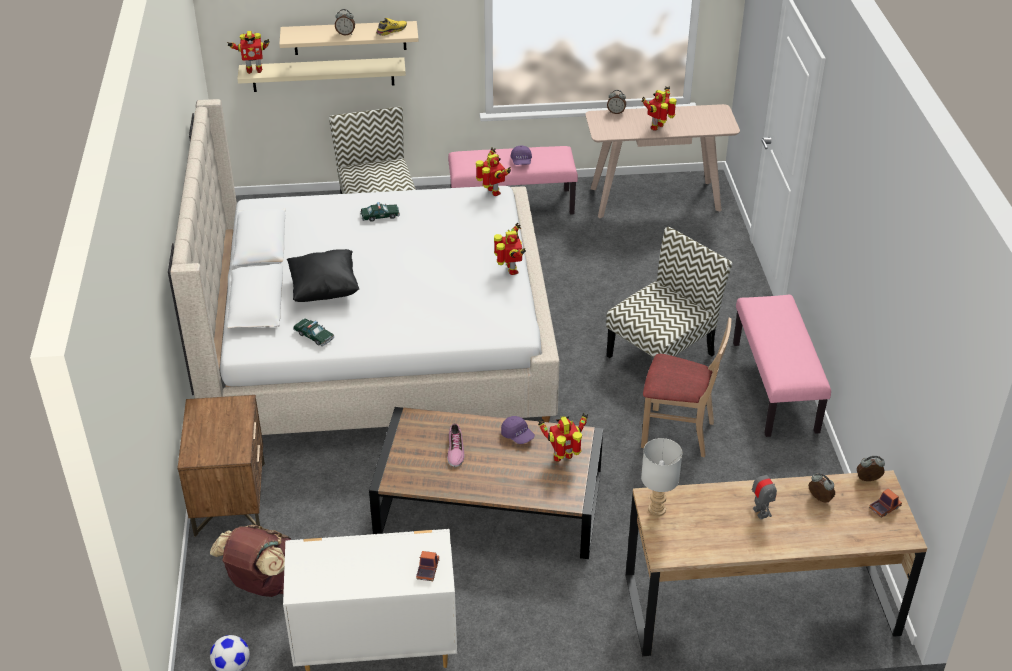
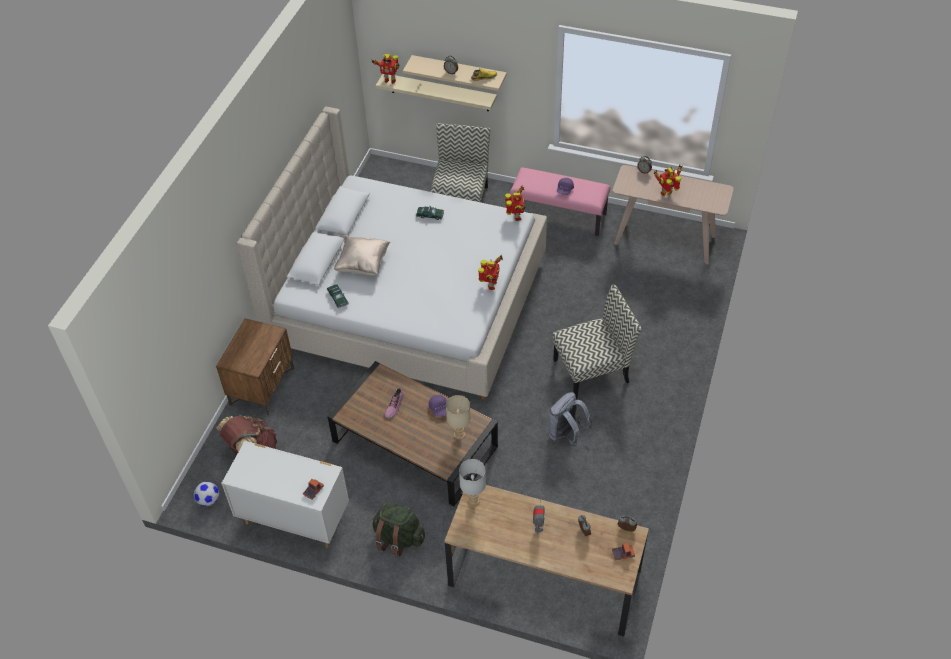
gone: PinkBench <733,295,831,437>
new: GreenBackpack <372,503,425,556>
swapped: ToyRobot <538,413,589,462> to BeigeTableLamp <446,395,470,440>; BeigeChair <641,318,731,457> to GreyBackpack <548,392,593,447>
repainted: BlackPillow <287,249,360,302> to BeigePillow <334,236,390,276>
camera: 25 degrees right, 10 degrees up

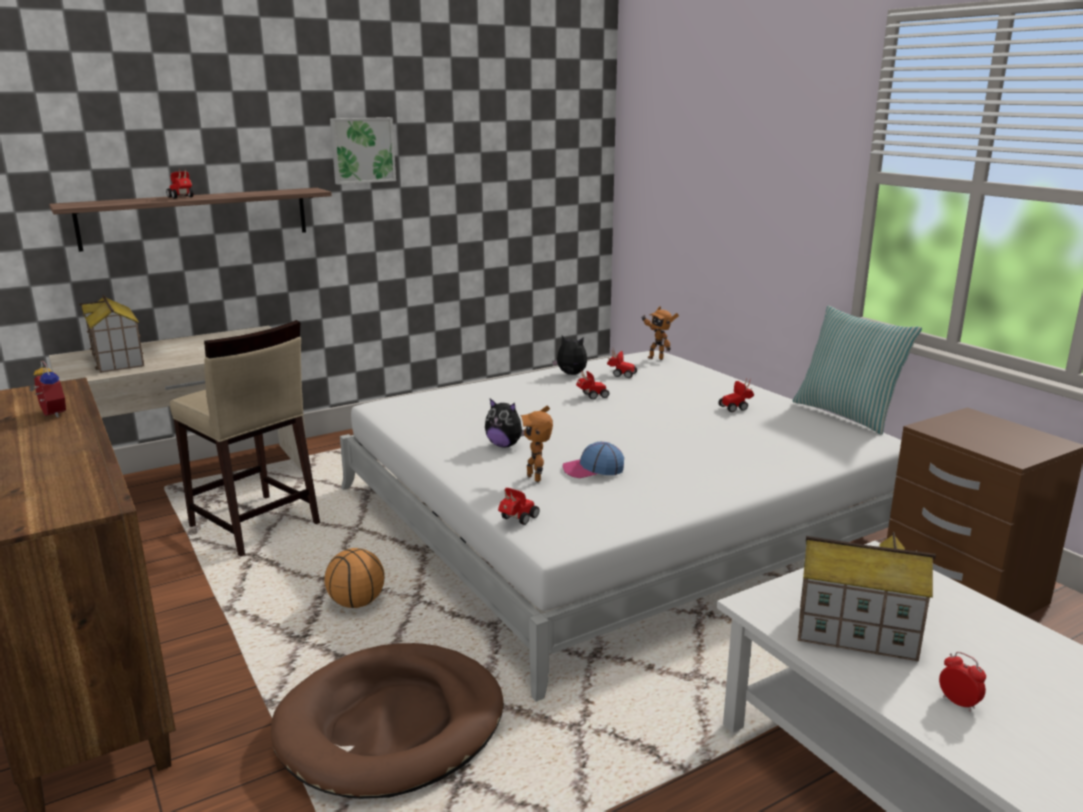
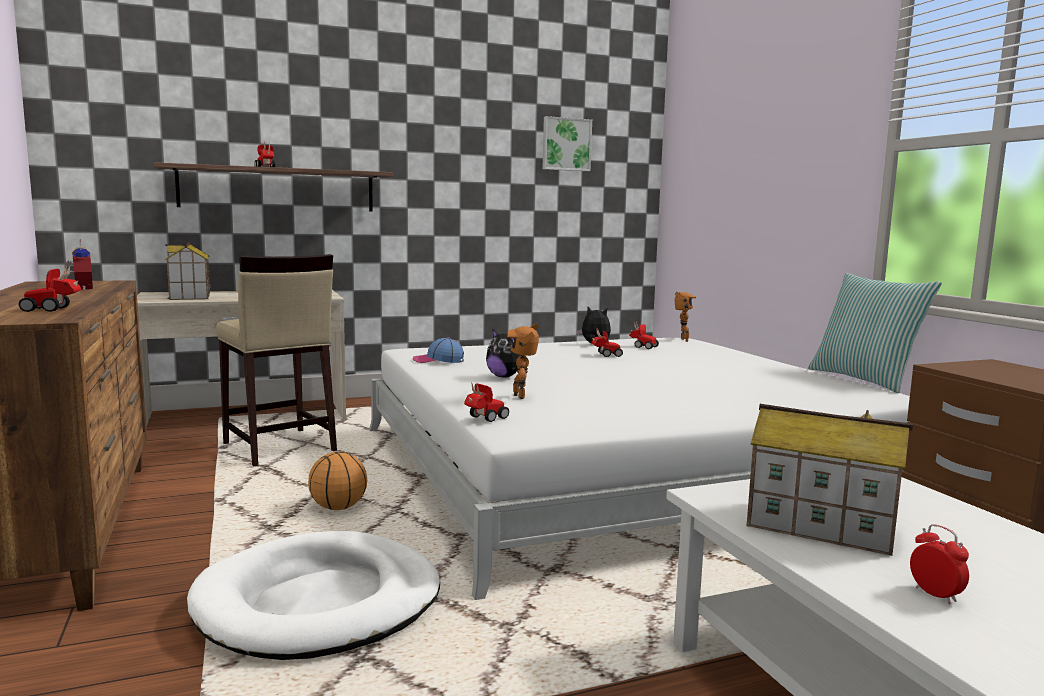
shifted: Picture <330,117,396,185> to <543,116,592,171>; Cap <563,442,624,478> to <413,337,464,363>; ToyCar <718,379,754,412> to <18,263,81,312>
repainted: BrownDogBed <271,643,504,799> to WhiteDogBed <187,531,440,660>
rotated: ToyRobot <641,306,679,360> = <675,292,696,342> 135 degrees counterclockwise
camera: 10 degrees right, 10 degrees down

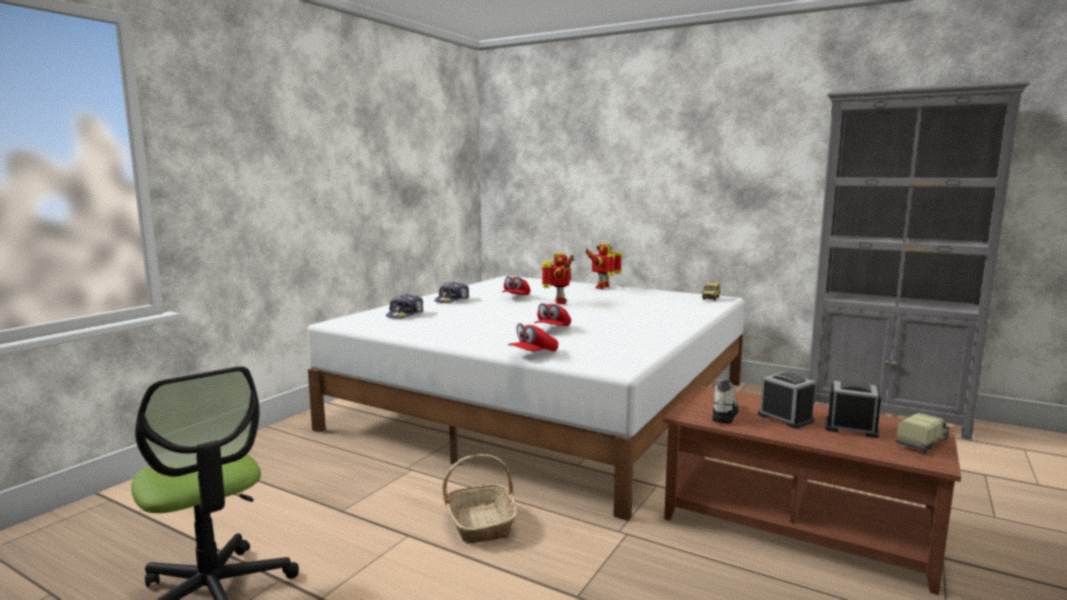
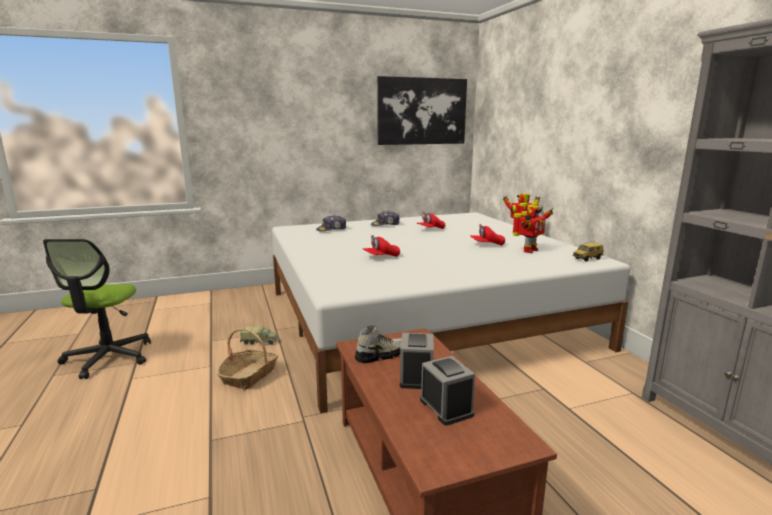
new: Picture <377,76,467,145>
shifted: RedCap <508,323,558,352> to <470,224,505,246>; ToyRobot <542,253,575,304> to <512,205,553,253>; ToyTruck <896,413,950,452> to <240,326,278,345>
camera: 40 degrees right, 5 degrees up

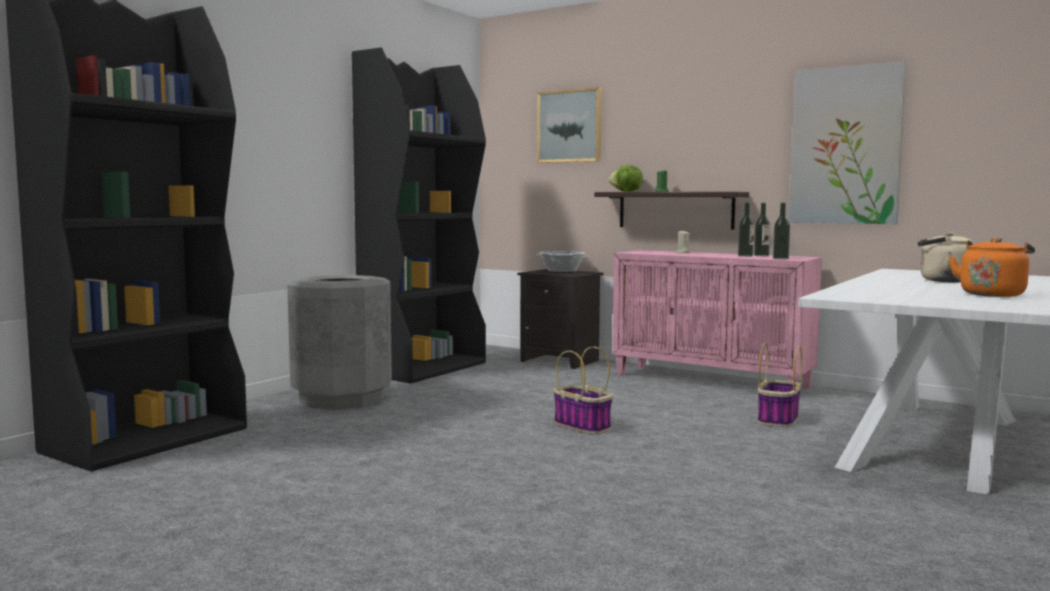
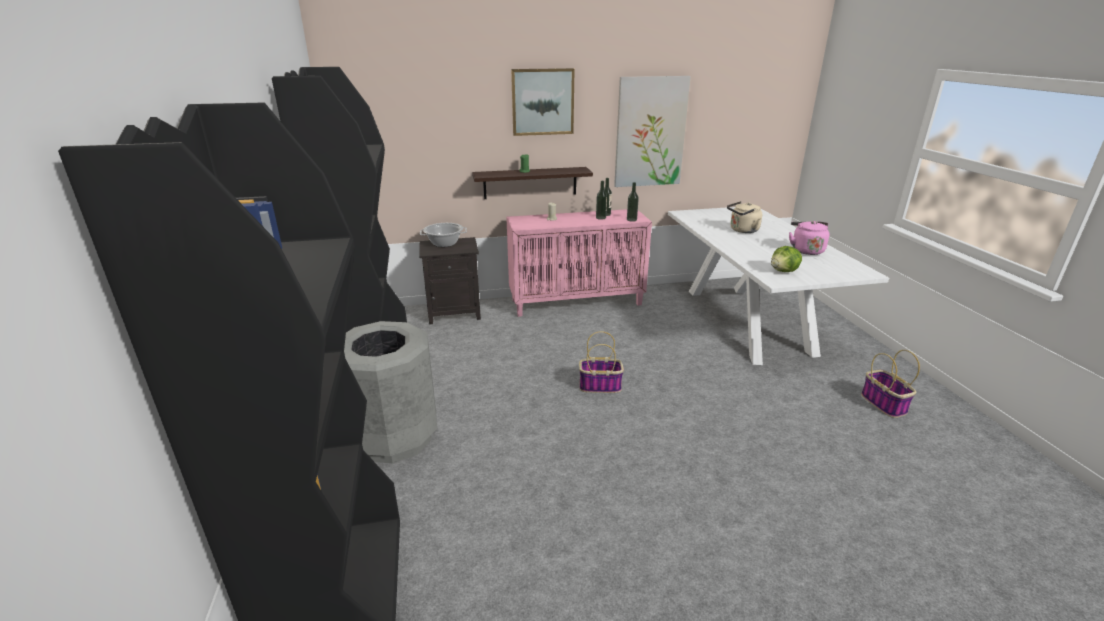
shifted: Picture <537,87,602,163> to <511,68,575,136>; Lettuce <608,165,643,192> to <771,246,802,272>; Basket <758,343,802,427> to <861,350,920,418>
repainted: OrangeKettle <949,238,1035,297> to PinkKettle <789,221,829,255>
camera: 45 degrees left, 20 degrees up

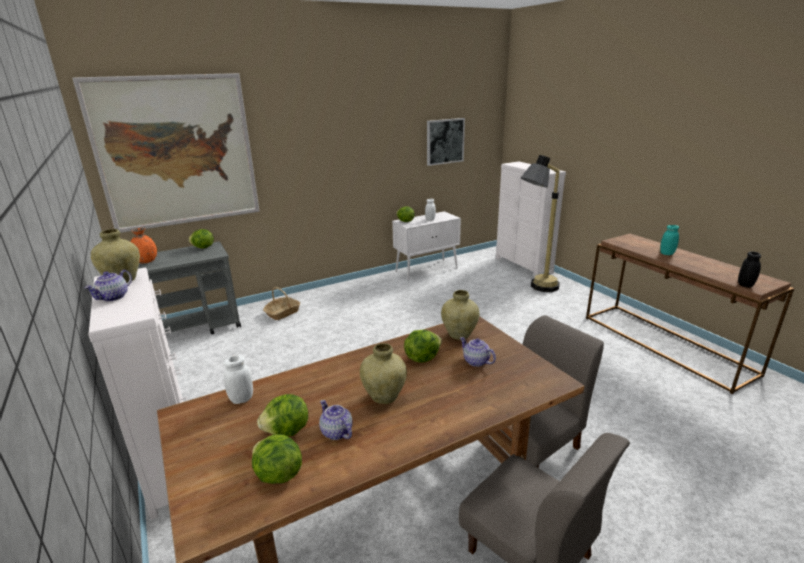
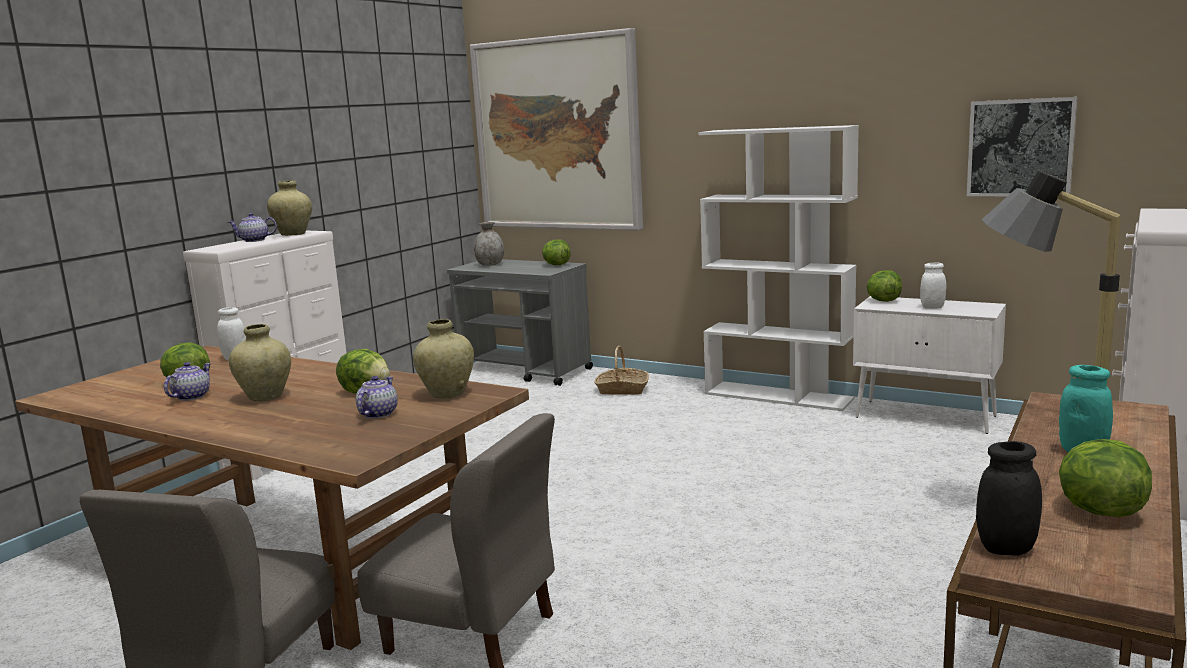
new: WhiteBookcase <698,125,859,411>
shifted: Lettuce <252,434,302,484> to <1059,439,1152,517>
repainted: OrangeVase <131,228,157,263> to GreyVase <474,222,504,266>
camera: 60 degrees right, 10 degrees down

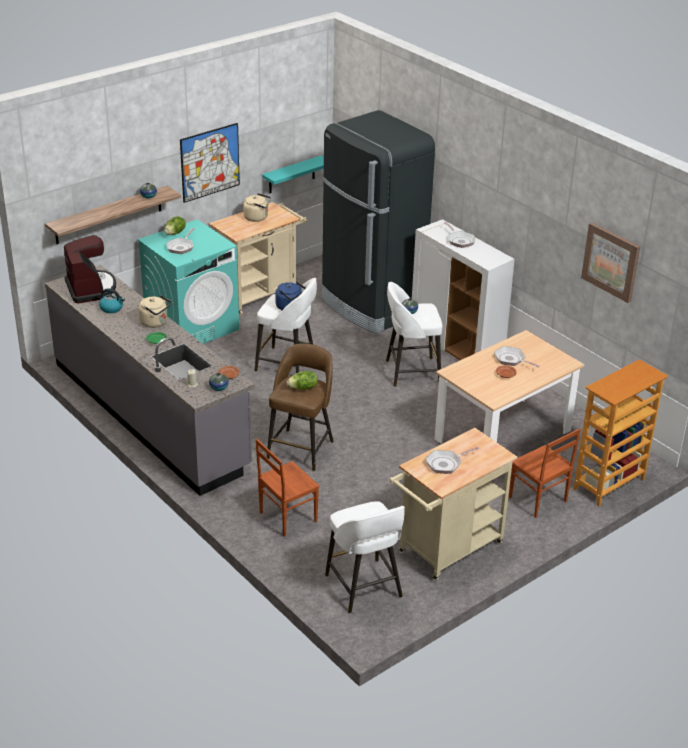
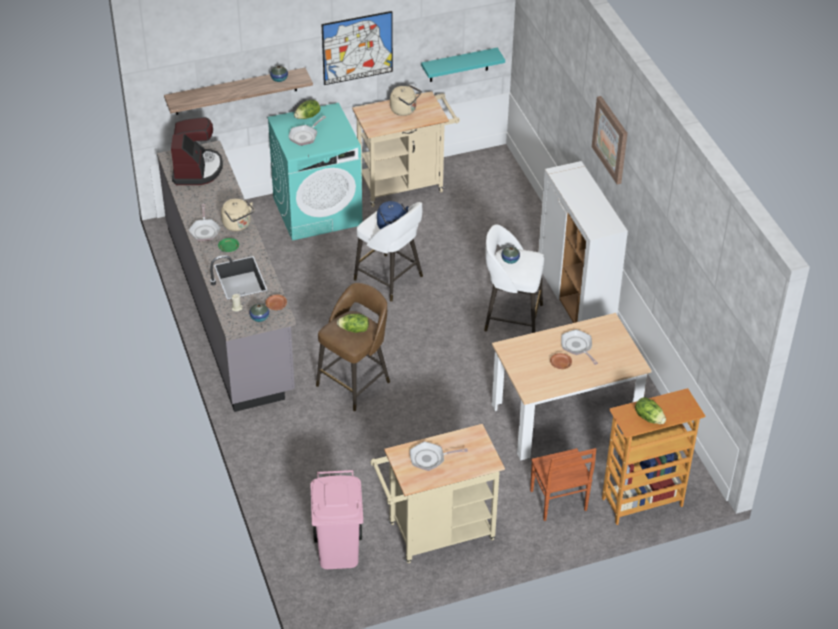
gone: Kettle <99,288,125,313>; BrownChair <256,438,319,537>; BlackFridge <321,110,435,334>
new: Lettuce <635,397,666,424>
shifted: FryingPan <444,222,475,248> to <188,204,220,241>; Picture <581,223,640,303> to <592,96,628,184>
swapped: WhiteStool <325,501,405,613> to PinkTrashCan <310,470,363,569>
camera: 20 degrees right, 10 degrees up

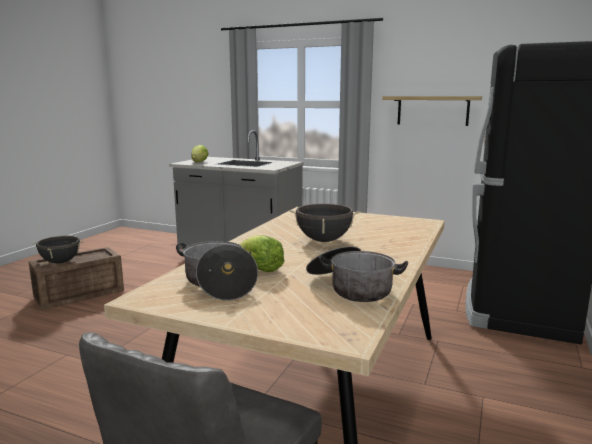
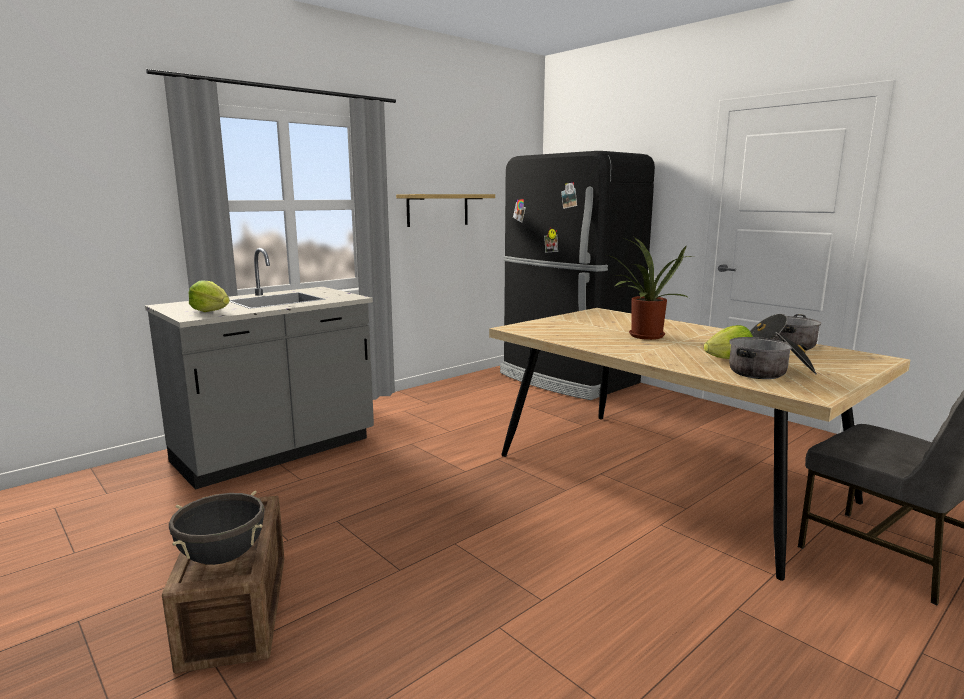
swapped: BlackCookingPot <289,203,361,242> to PottedPlant <608,237,691,340>
camera: 65 degrees left, 0 degrees up

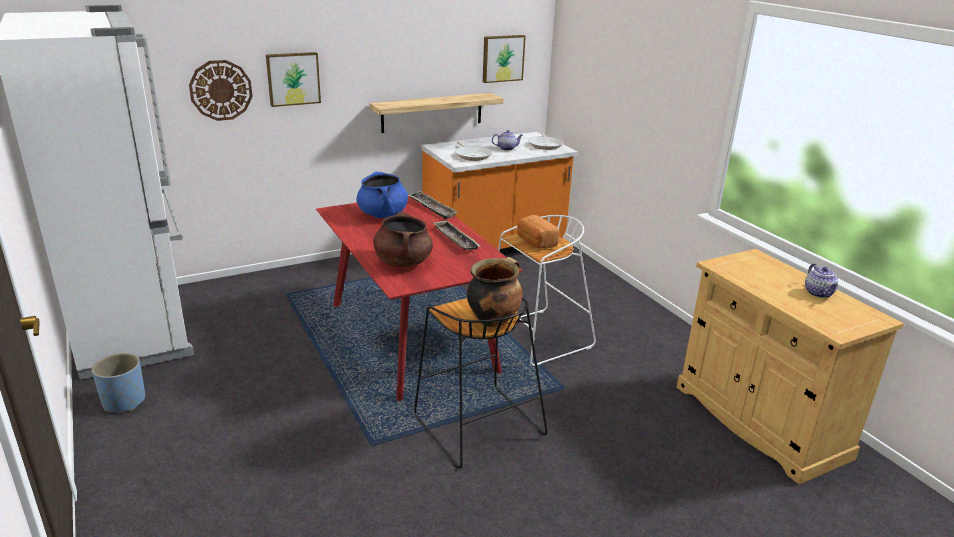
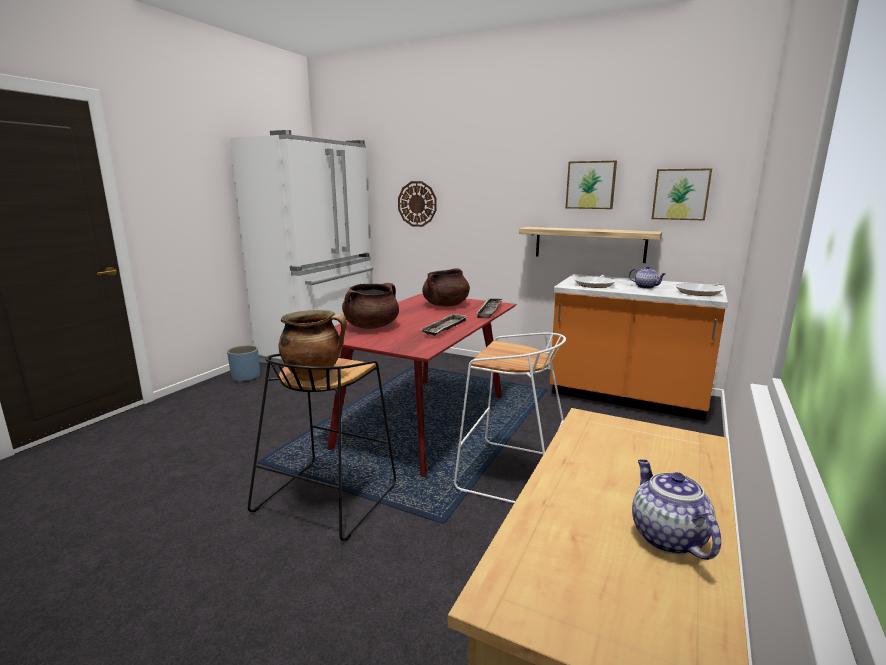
gone: Bread <517,215,559,249>
shifted: Picture <266,52,321,107> to <566,161,617,209>
repainted: BlueCookingPot <356,172,408,218> to BrownCookingPot <422,268,470,306>
rotated: Teapot <805,264,838,298> = <632,460,721,560> 120 degrees clockwise
camera: 55 degrees right, 10 degrees down

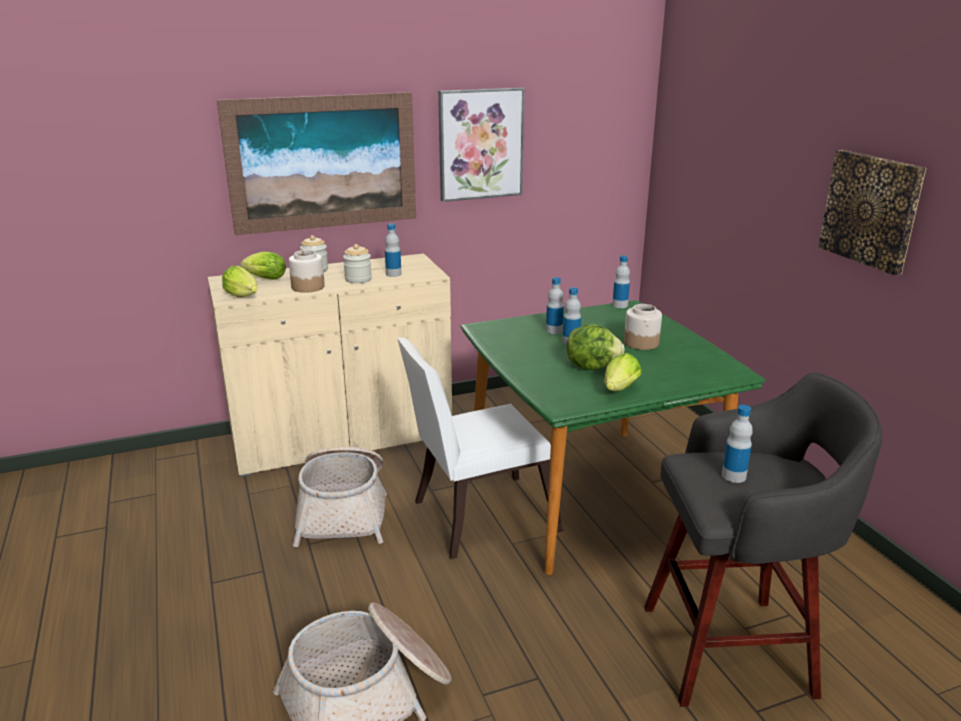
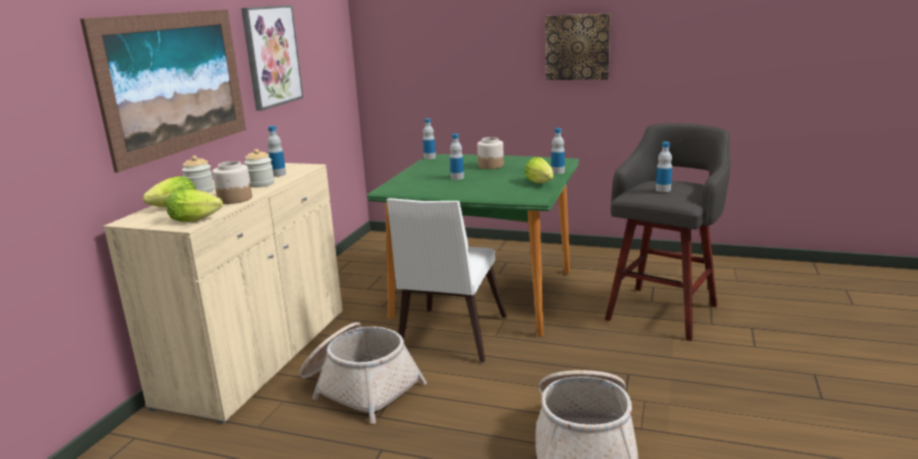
gone: Lettuce <567,324,625,370>
shifted: Bottle <546,277,564,334> to <551,128,565,174>
camera: 50 degrees left, 5 degrees down

